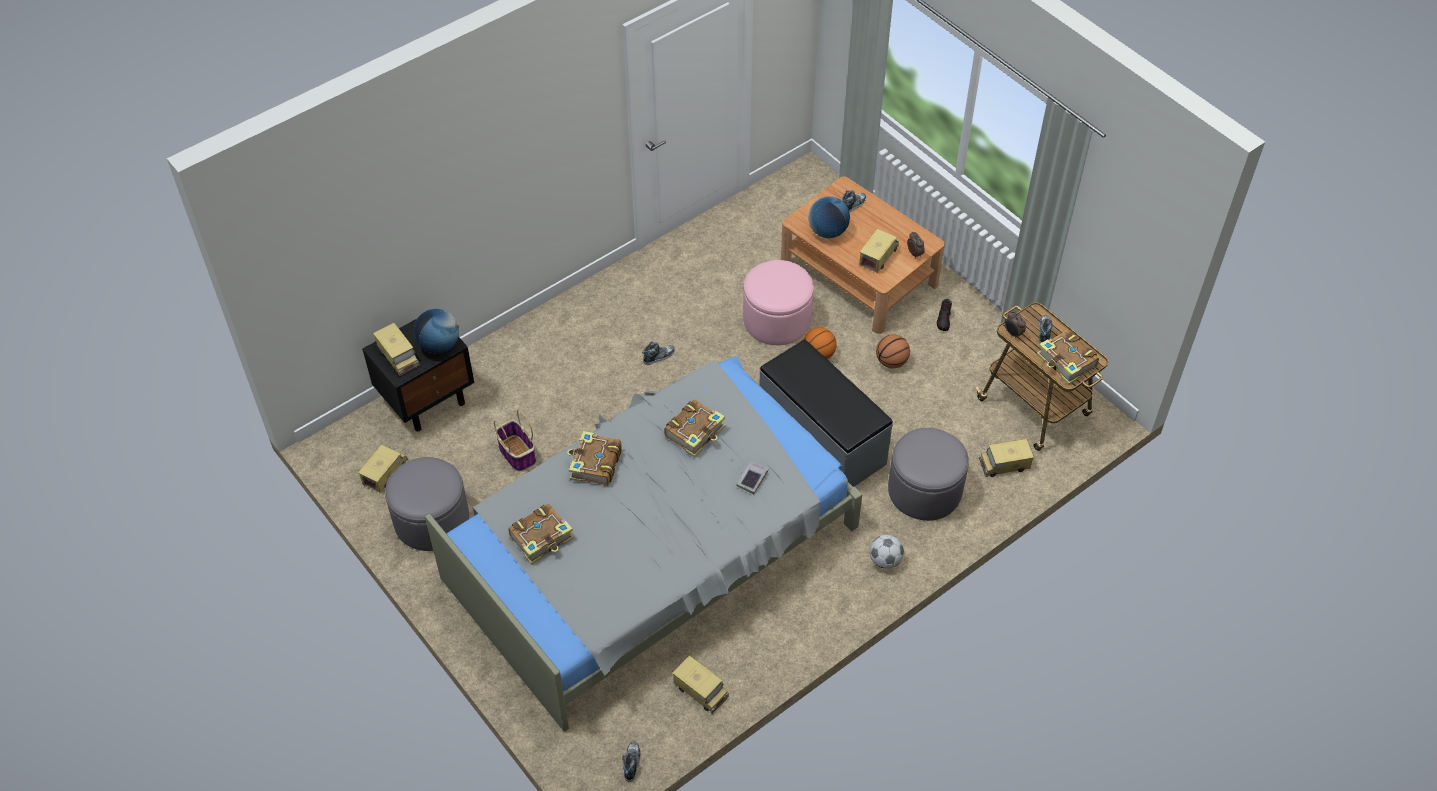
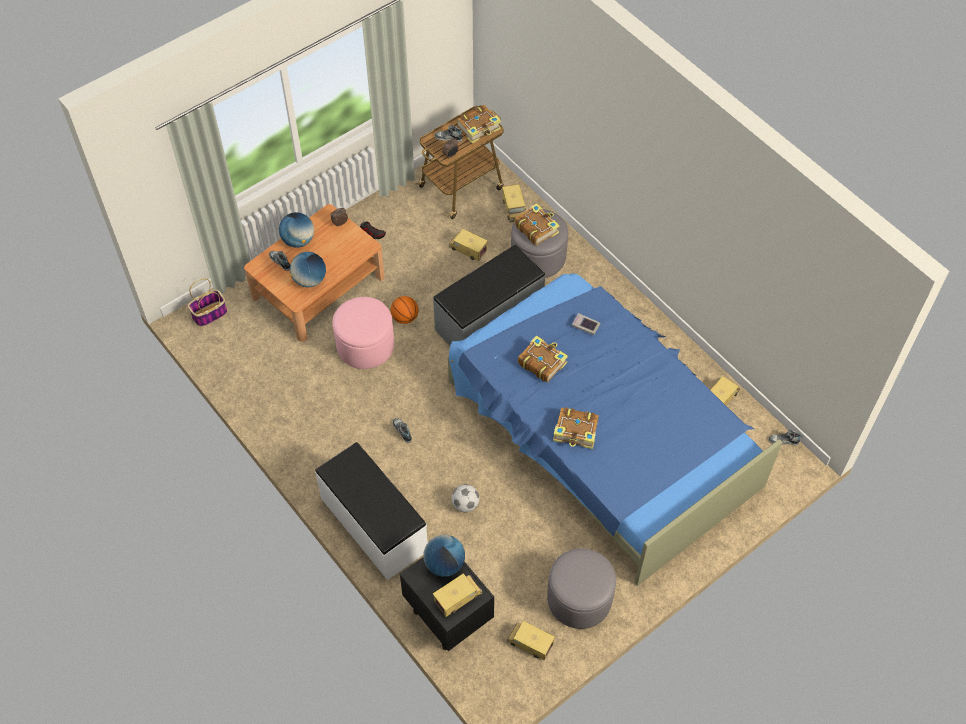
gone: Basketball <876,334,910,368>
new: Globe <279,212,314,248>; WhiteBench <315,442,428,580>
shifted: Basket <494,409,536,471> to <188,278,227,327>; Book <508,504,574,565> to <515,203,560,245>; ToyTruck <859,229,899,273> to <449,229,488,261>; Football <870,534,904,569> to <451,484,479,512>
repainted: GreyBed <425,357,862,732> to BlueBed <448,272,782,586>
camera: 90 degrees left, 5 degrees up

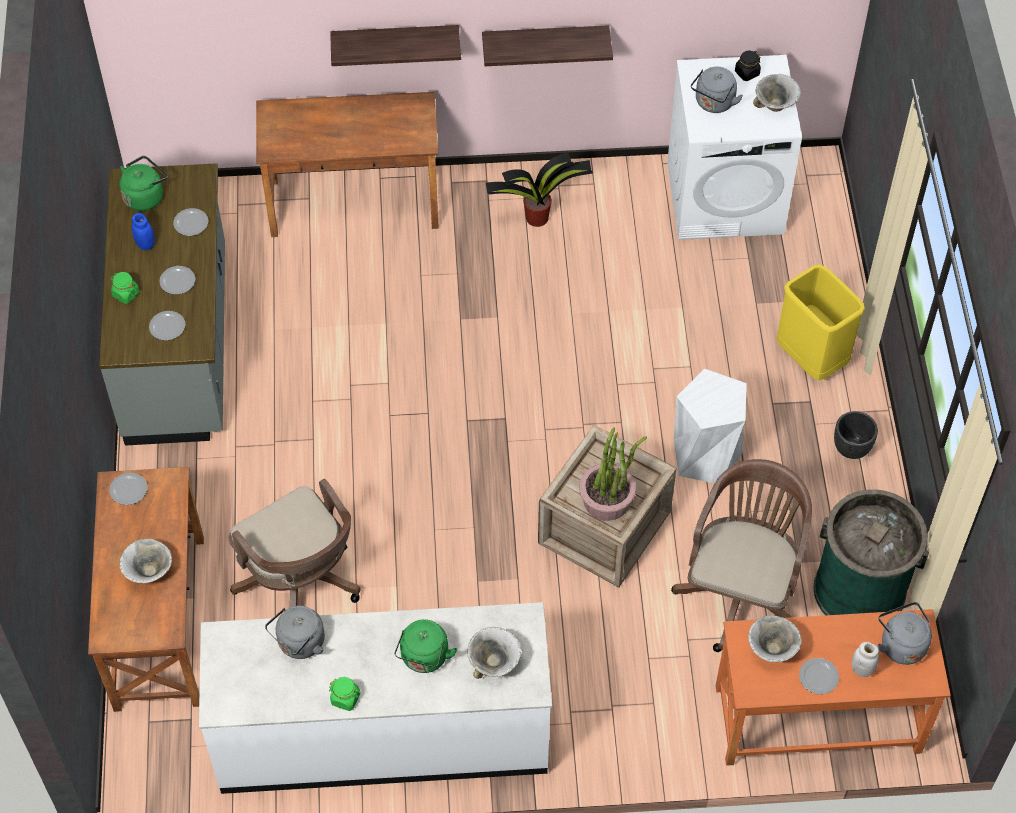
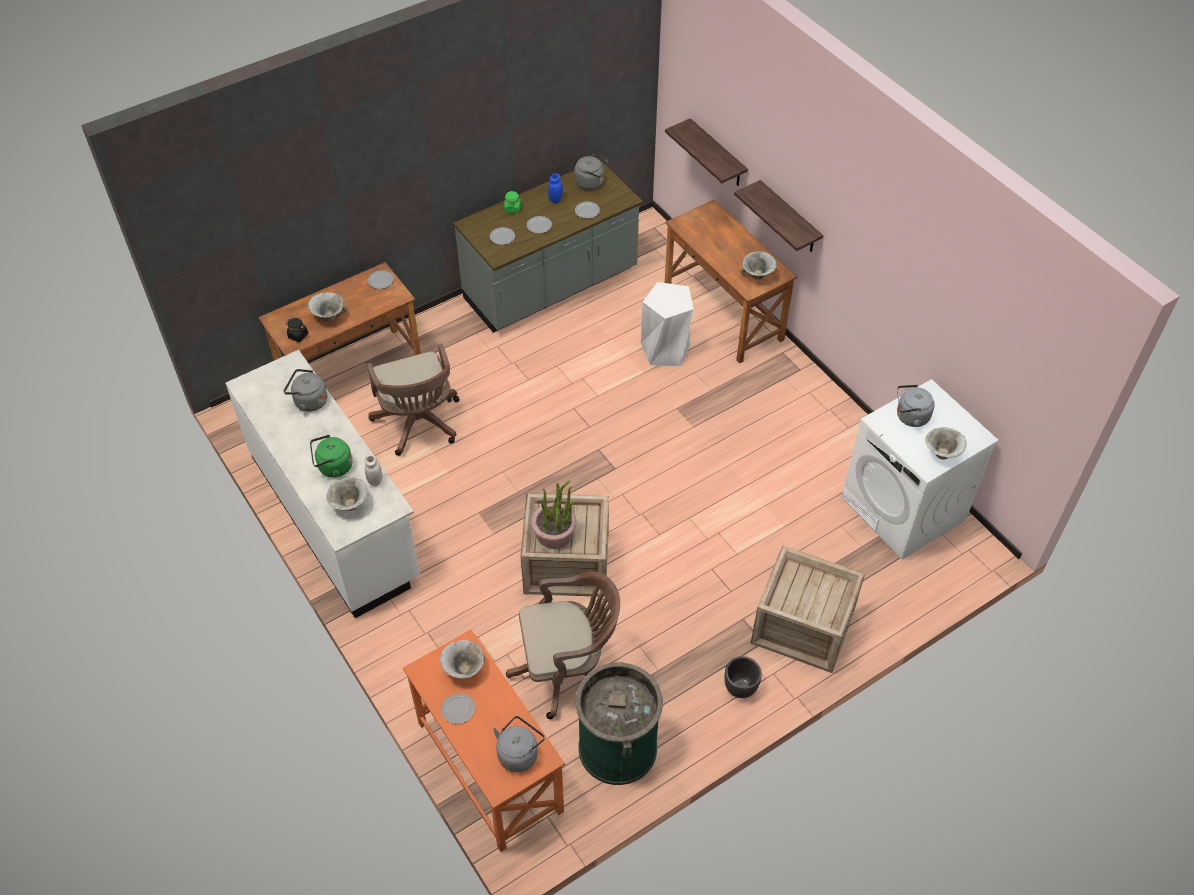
gone: GreenJar <329,677,361,711>; PottedPlant <486,152,593,227>
new: Bowl <740,251,777,280>
shifted: Shelf <482,25,613,66> to <665,118,748,186>; WhiteStool <674,369,747,483> to <641,282,694,366>; BlackJar <735,51,761,81> to <286,318,308,342>; WhiteJar <852,642,879,677> to <365,454,382,486>
swapped: YellowTrashCan <776,264,865,381> to Crate <751,545,865,673>
repainted: GreenKettle <119,156,168,211> to GreyKettle <574,154,608,190>
rotated: BrownOfficeChair <229,479,361,607> = <367,344,460,456> 45 degrees counterclockwise
camera: 60 degrees right, 5 degrees down

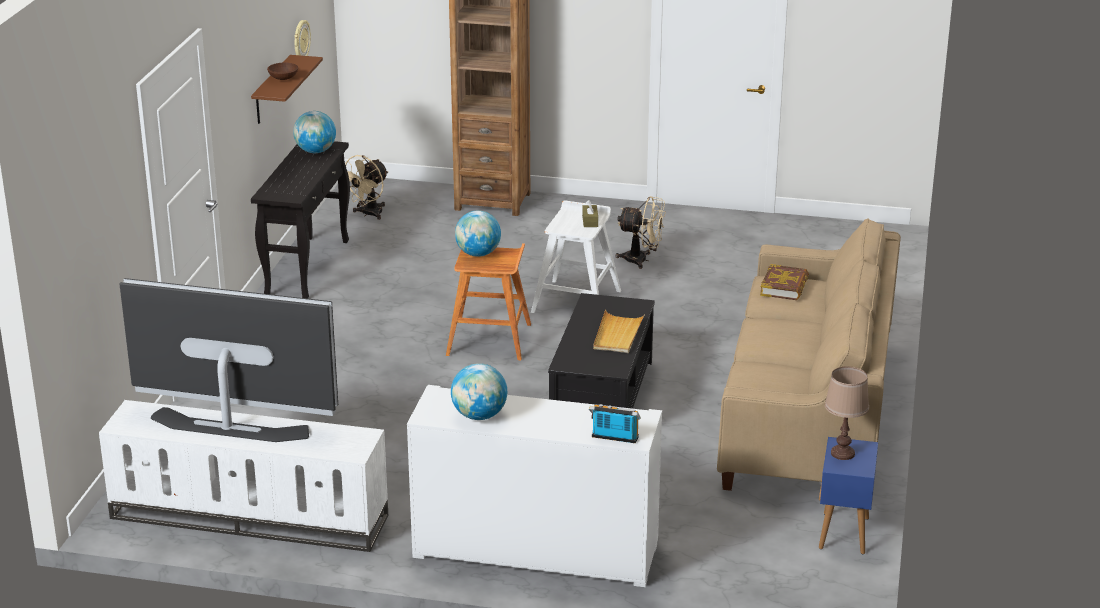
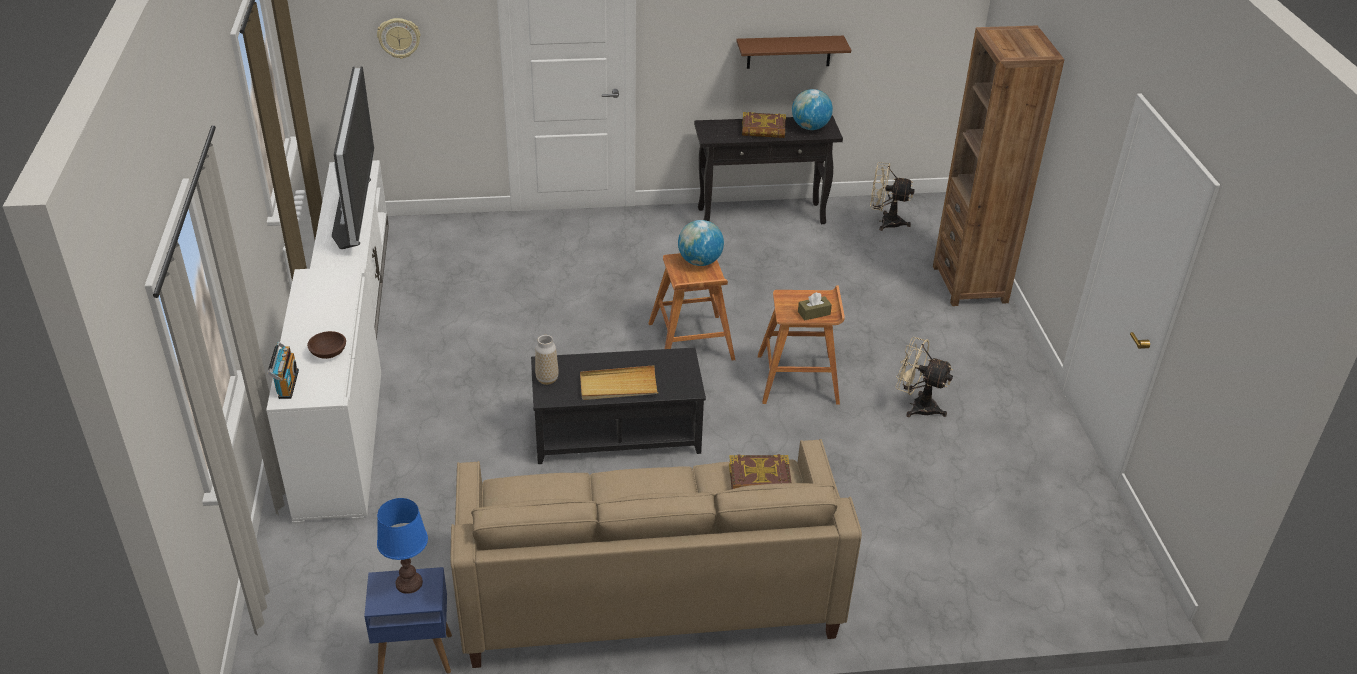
gone: Globe <451,363,507,420>
new: Vase <535,335,558,385>; Book <742,112,786,138>
shifted: BrownBowl <267,62,298,80> to <307,331,346,359>; WallClock <295,20,311,56> to <377,18,421,59>
repainted: WhiteStool <531,201,621,313> to BrownStool <758,285,845,405>; BrownTableLamp <825,366,869,460> to BlueTableLamp <377,498,428,594>
rotated: BeigeFan <615,196,666,269> = <896,337,953,417> 120 degrees clockwise
camera: 70 degrees right, 10 degrees up

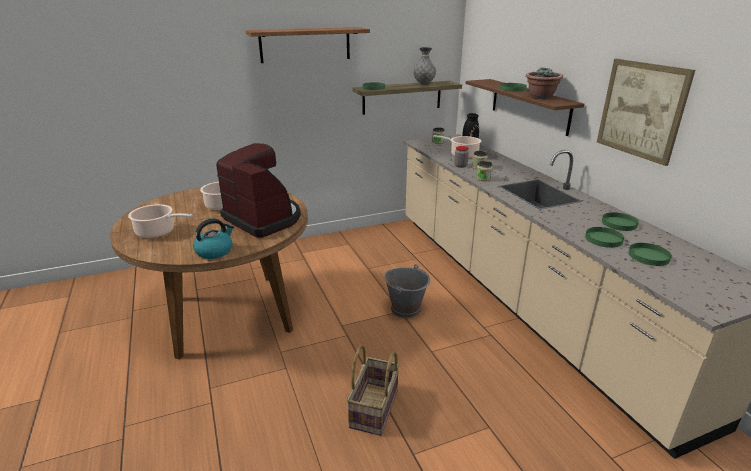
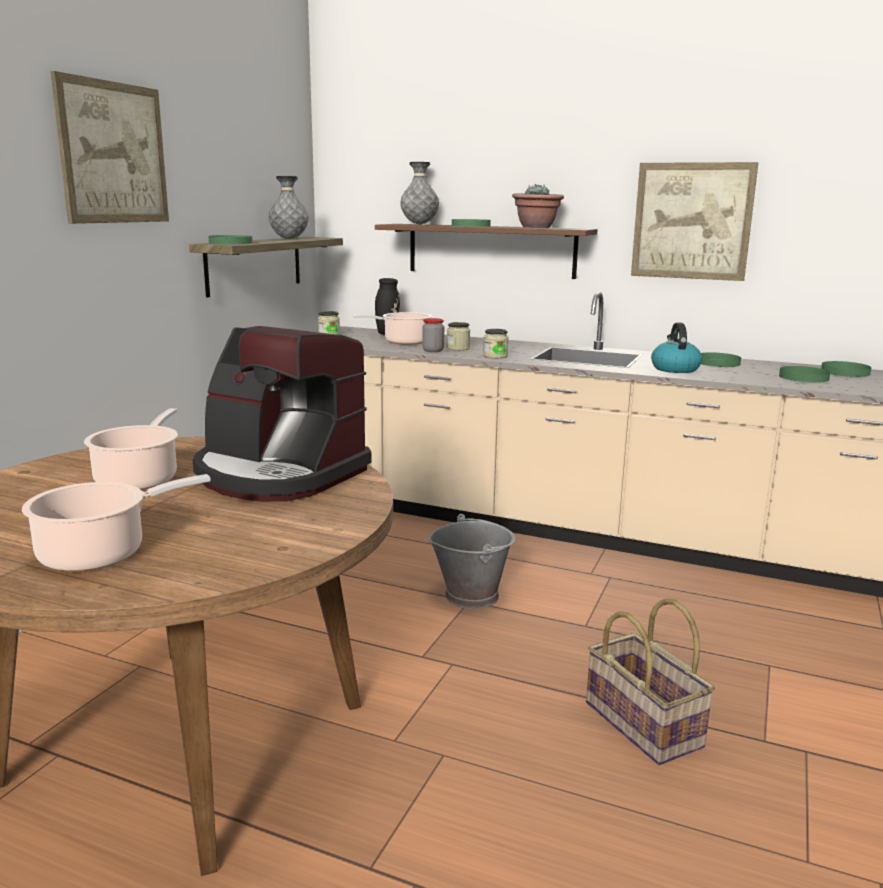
new: GreyVase <400,162,439,224>
shifted: Kettle <193,219,234,259> to <651,322,702,373>; GreenPlate <585,227,624,248> to <821,361,871,377>
swapped: Shelf <246,27,370,63> to Picture <51,71,169,224>
rotated: CoffeeMachine <216,143,301,238> = <193,326,371,502> 150 degrees counterclockwise
camera: 45 degrees left, 10 degrees down

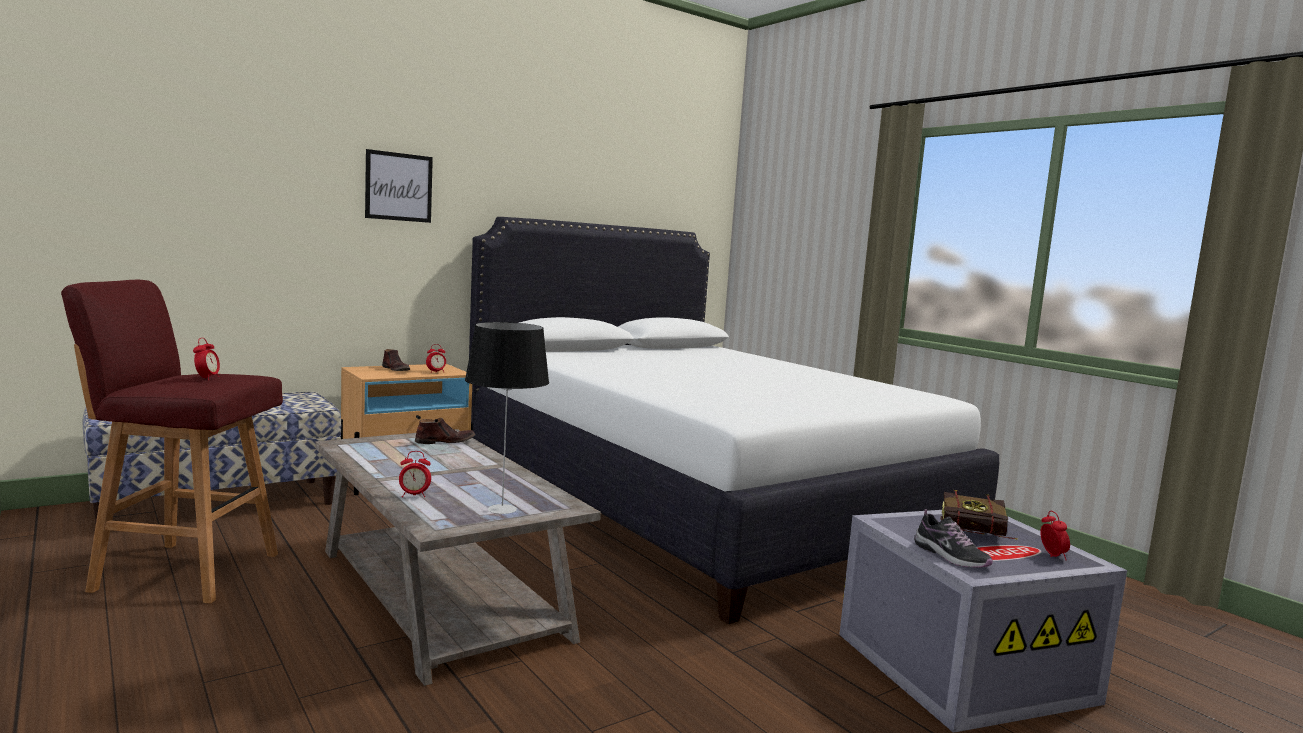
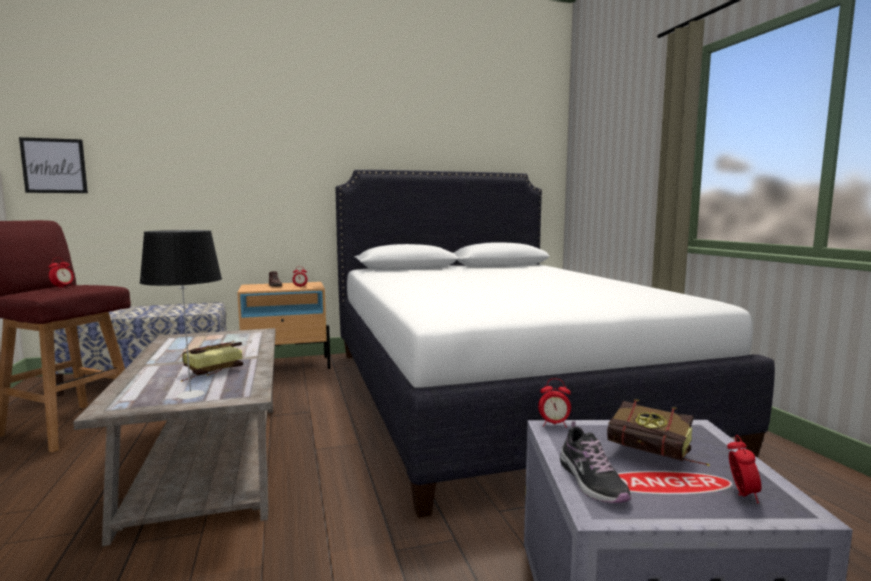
gone: BrownShoe <415,418,475,444>
new: Book <180,341,243,382>
shifted: Picture <365,149,433,223> to <19,137,88,193>; AlarmClock <399,451,431,497> to <538,378,571,428>
camera: 20 degrees right, 0 degrees up

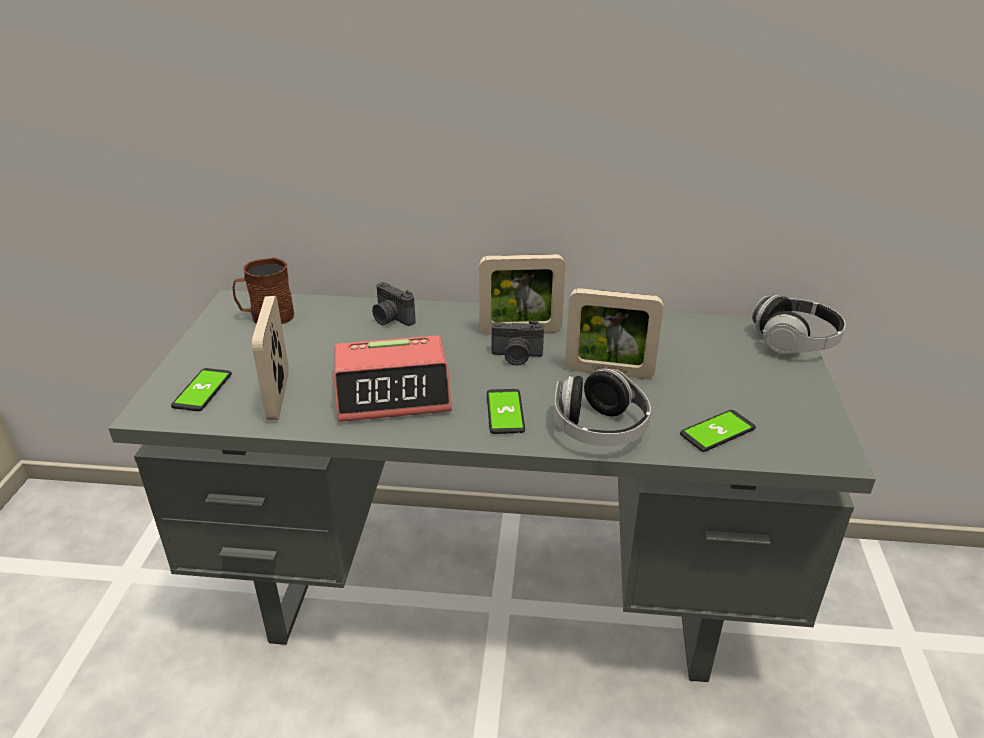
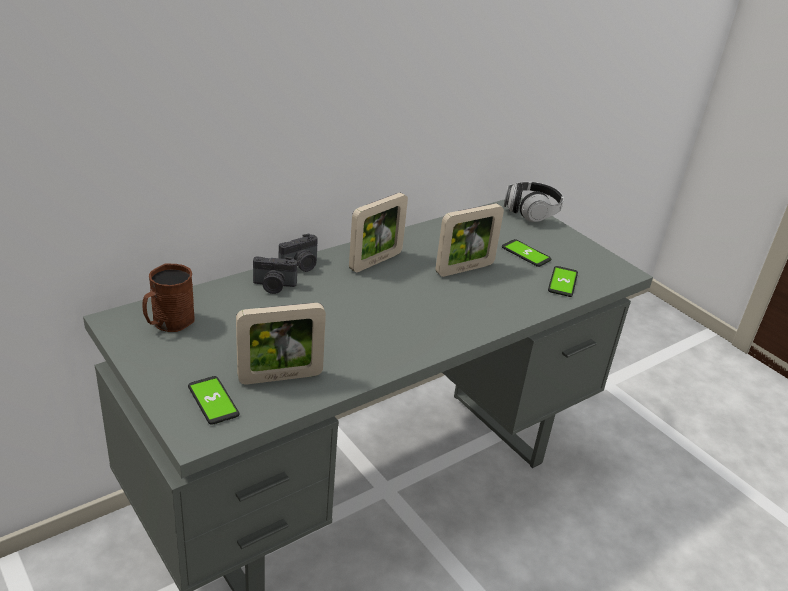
gone: AlarmClock <333,335,452,422>; Headphones <554,368,651,446>
shifted: Phone <487,389,525,434> to <502,239,552,267>; PhotoCamera <492,321,544,366> to <279,234,318,272>
rotated: PictureFrame <252,296,289,421> = <236,303,326,384> 60 degrees counterclockwise
camera: 45 degrees left, 0 degrees up

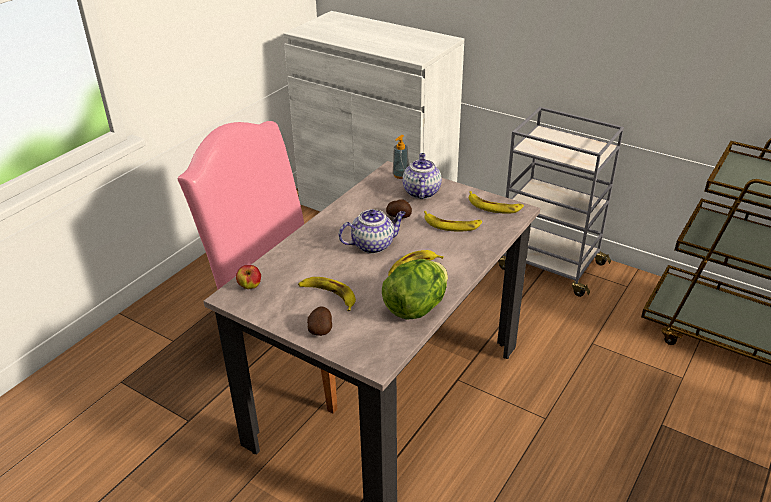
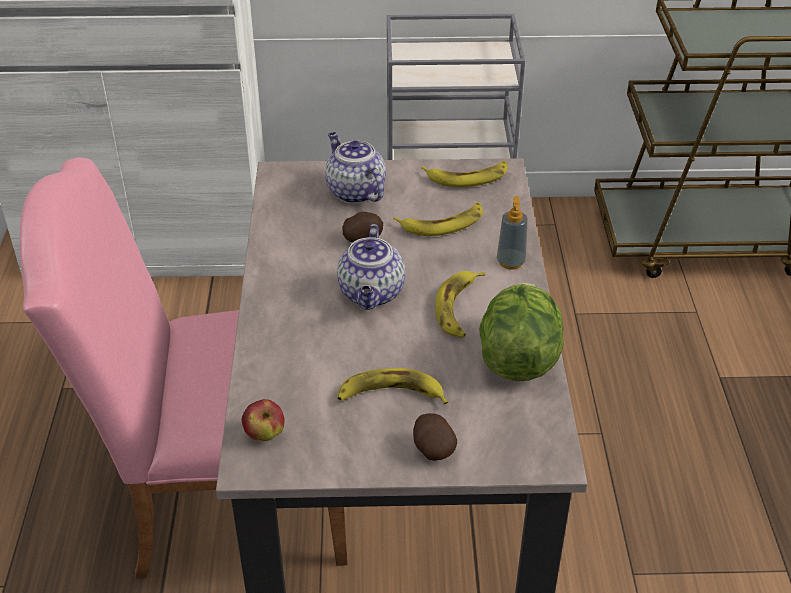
shifted: SoapDispenser <393,135,409,179> to <497,196,528,270>
rotated: Teapot <338,209,406,254> = <337,224,405,310> 150 degrees clockwise
camera: 35 degrees left, 5 degrees up

